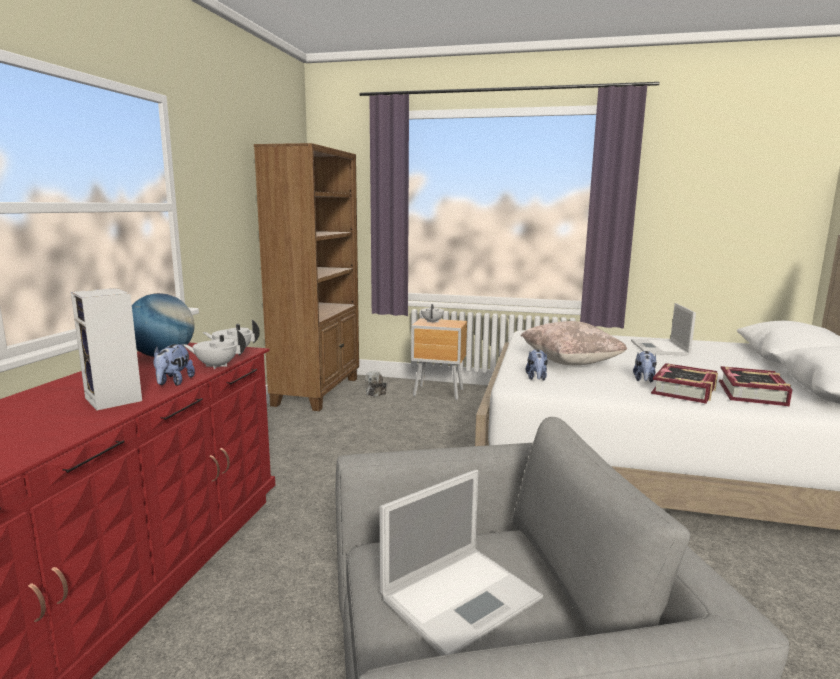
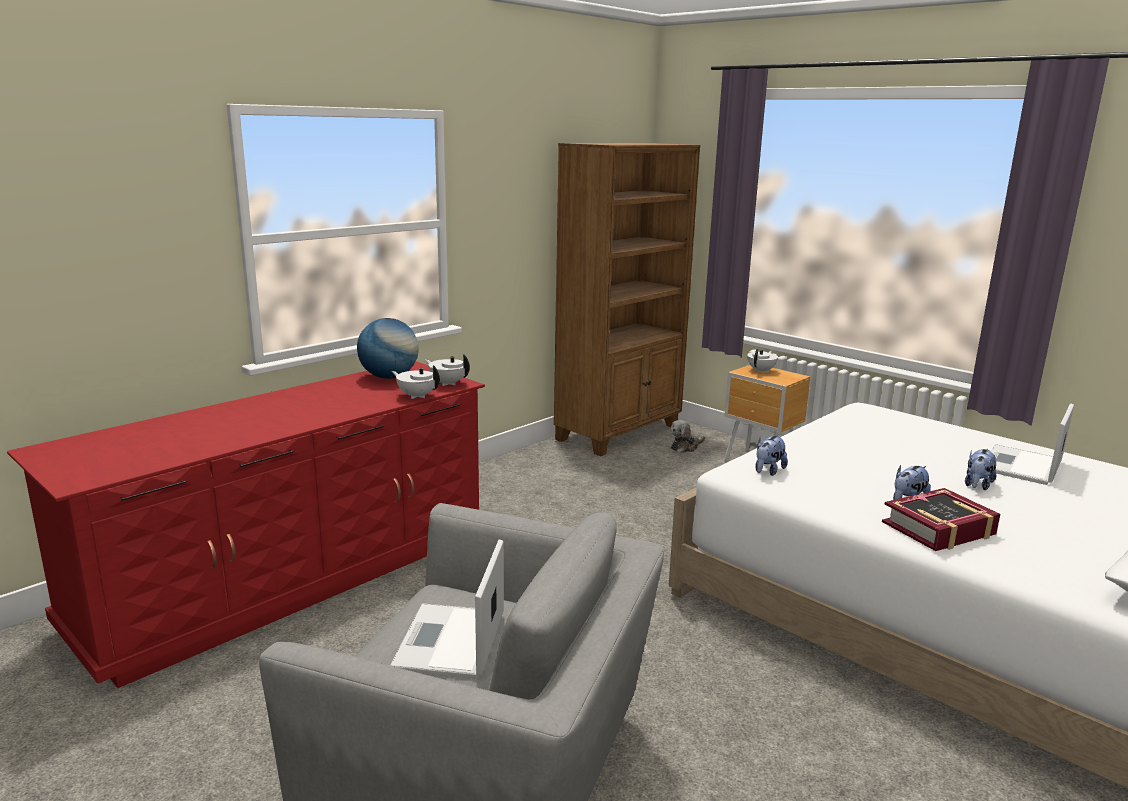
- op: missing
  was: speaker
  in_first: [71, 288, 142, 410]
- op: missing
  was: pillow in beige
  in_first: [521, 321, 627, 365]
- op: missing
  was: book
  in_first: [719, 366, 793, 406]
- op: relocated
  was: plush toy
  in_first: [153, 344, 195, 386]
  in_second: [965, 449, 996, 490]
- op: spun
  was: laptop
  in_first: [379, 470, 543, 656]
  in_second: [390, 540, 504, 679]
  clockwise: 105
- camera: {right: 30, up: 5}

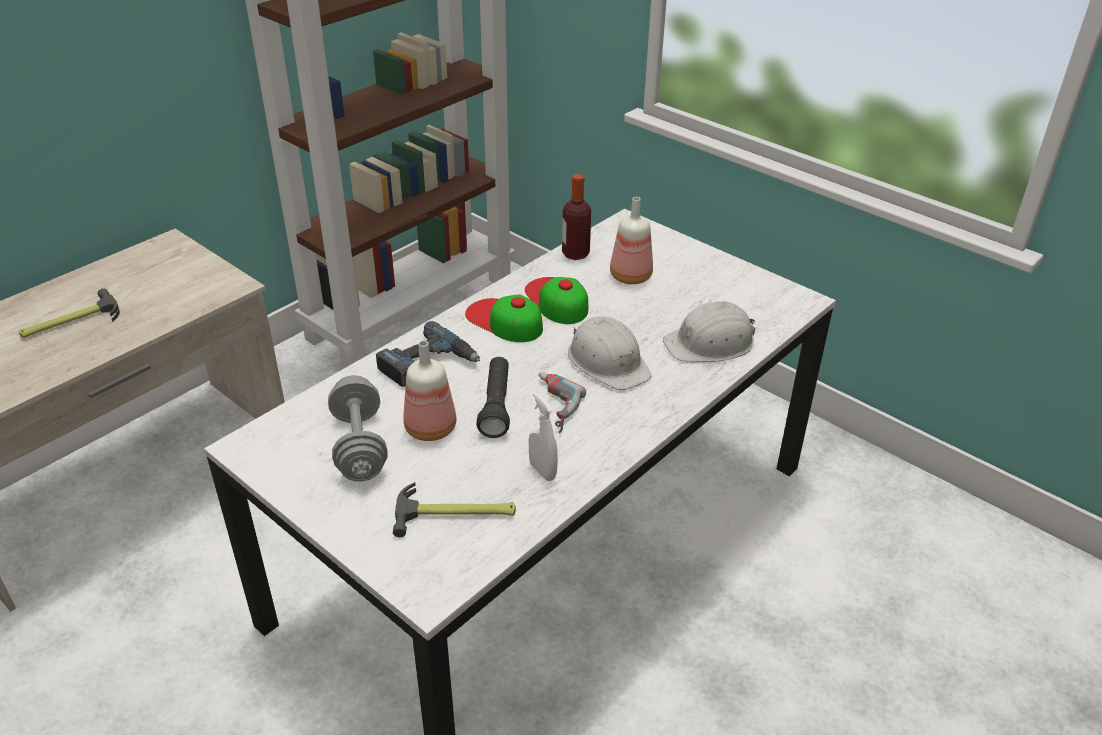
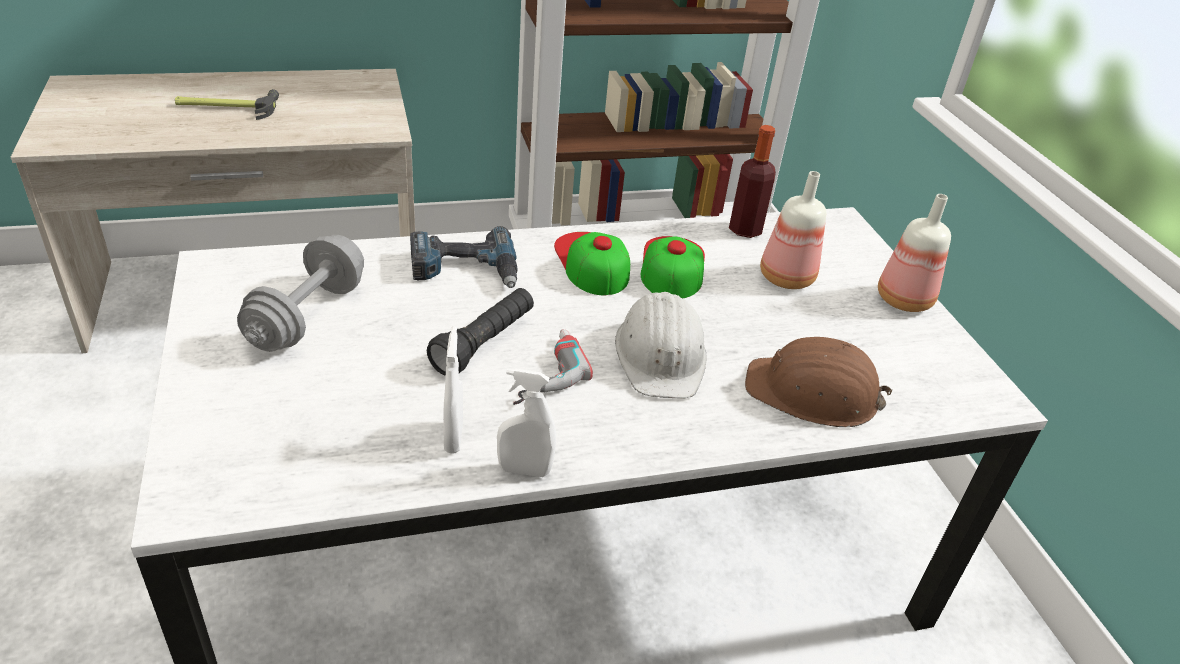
- op: missing
  was: hammer
  in_first: [393, 482, 516, 537]
- op: appeared
  now: spray bottle in white
  in_second: [497, 368, 556, 477]
- op: relocated
  was: bottle
  in_first: [403, 341, 456, 441]
  in_second: [878, 194, 951, 312]
- op: colour
  was: hard hat in white
  now: hard hat in brown
  in_first: [663, 301, 755, 362]
  in_second: [745, 337, 892, 427]
- camera: {right: 30, up: 0}

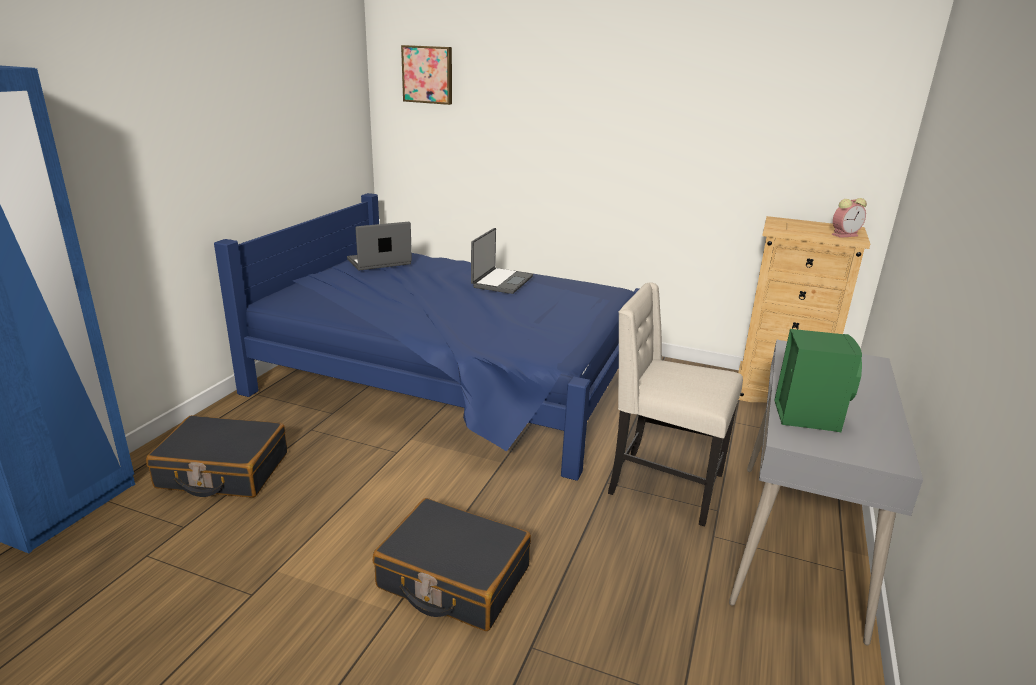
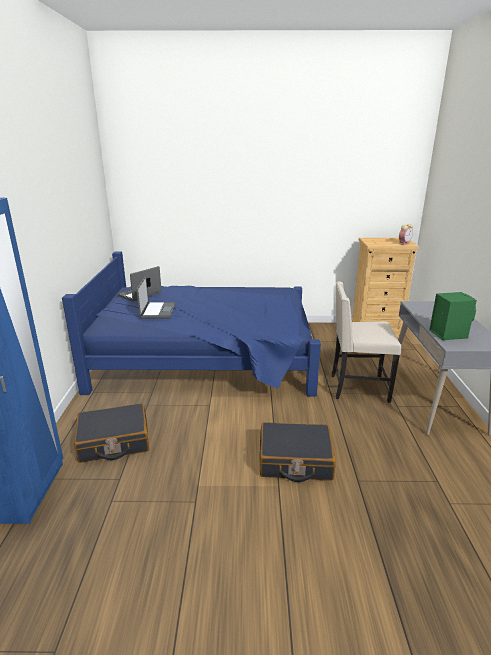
- op: missing
  was: picture
  in_first: [401, 45, 452, 105]
- op: relocated
  was: laptop
  in_first: [471, 228, 533, 294]
  in_second: [136, 277, 176, 319]
- camera: {right: -20, up: 0}

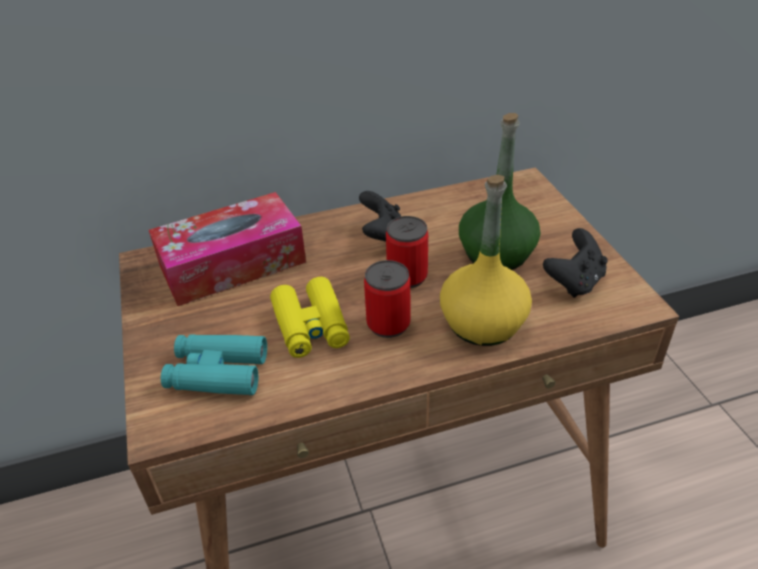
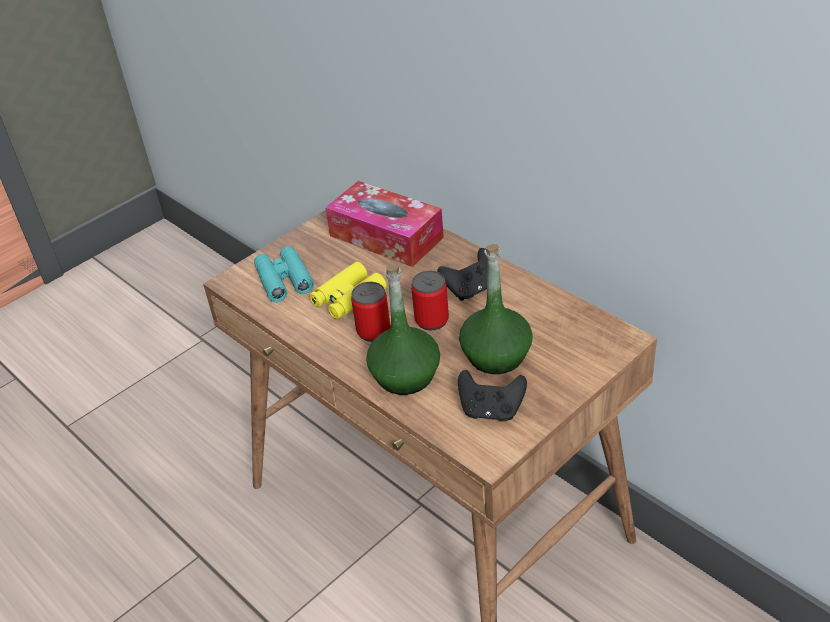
- op: colour
  was: bottle in yellow
  now: bottle in green
  in_first: [440, 175, 532, 346]
  in_second: [366, 265, 440, 395]
- camera: {right: 65, up: 0}

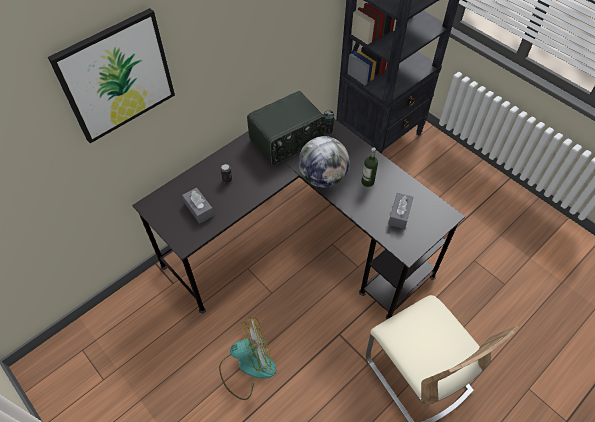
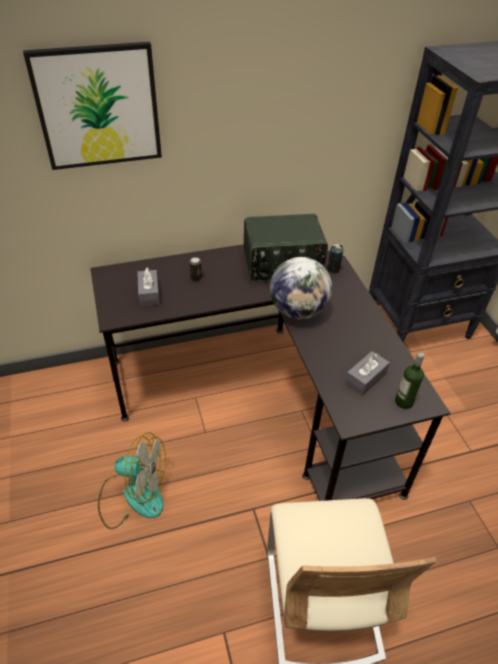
- op: relocated
  was: bottle
  in_first: [362, 147, 378, 187]
  in_second: [395, 352, 424, 409]
- camera: {right: 25, up: -10}

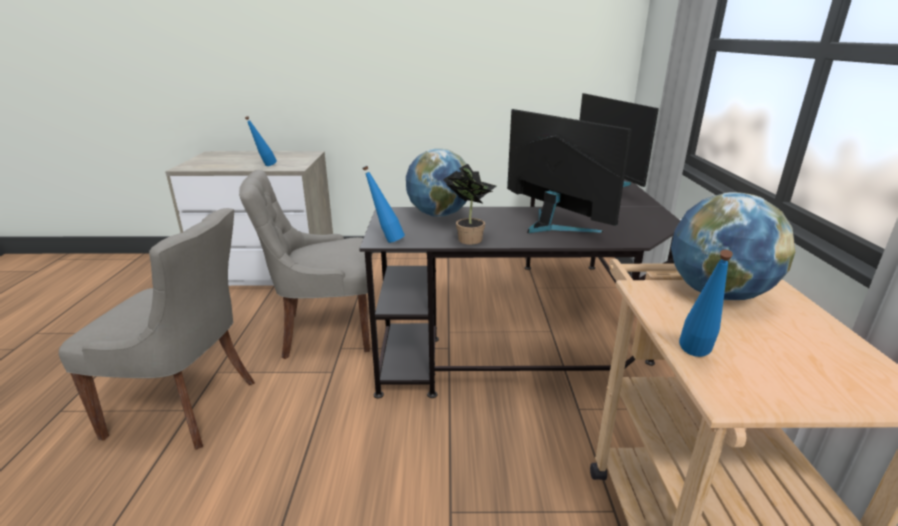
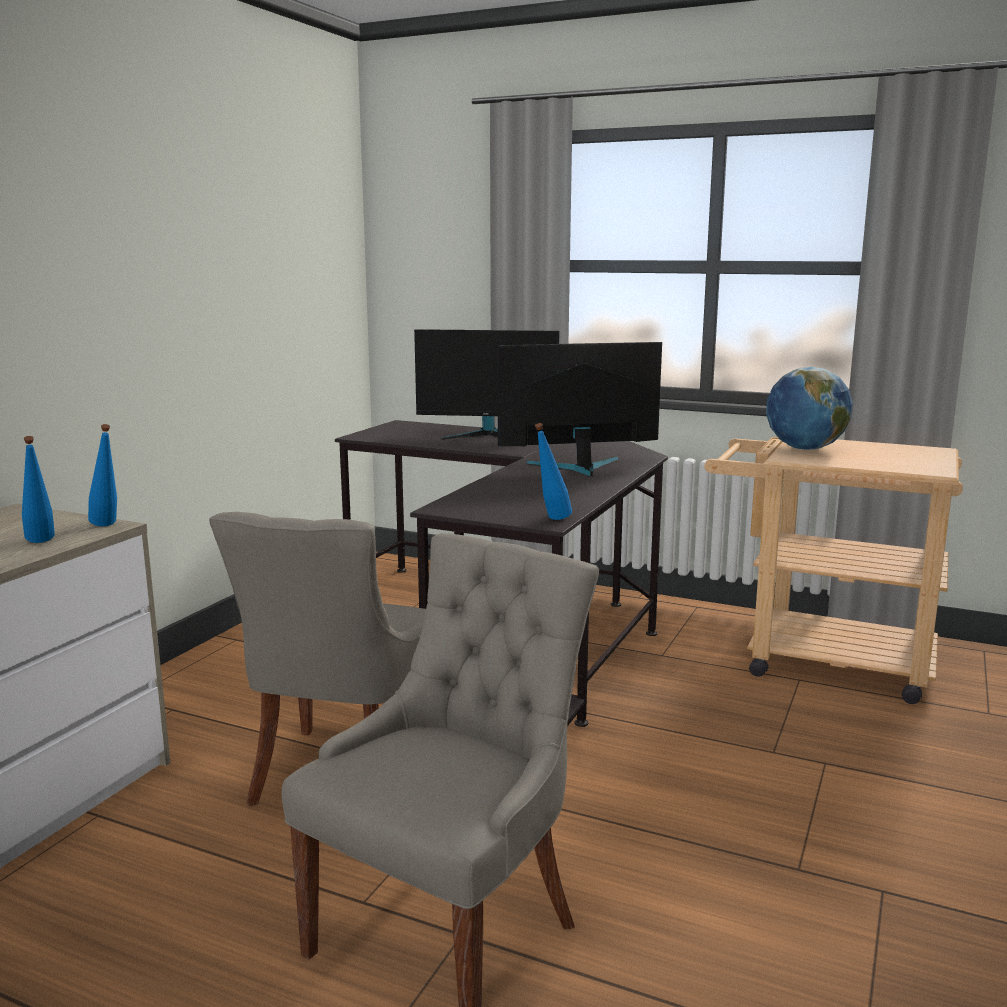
- op: missing
  was: globe
  in_first: [406, 149, 467, 217]
- op: missing
  was: potted plant
  in_first: [443, 164, 496, 245]
- op: relocated
  was: bottle in blue
  in_first: [679, 250, 733, 357]
  in_second: [88, 424, 117, 526]
- camera: {right: -65, up: -10}

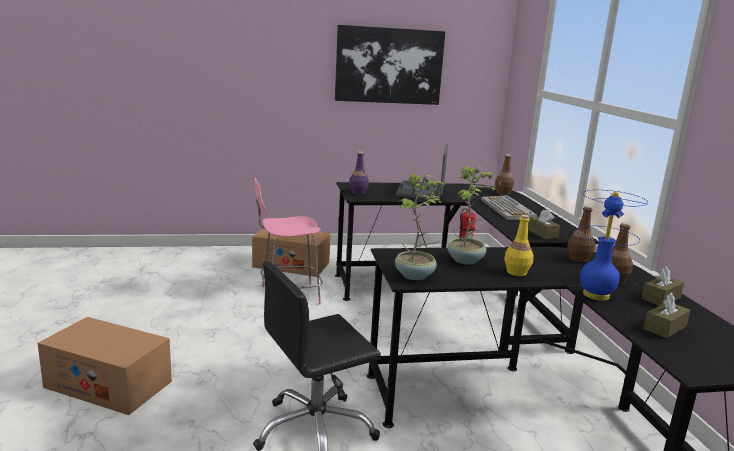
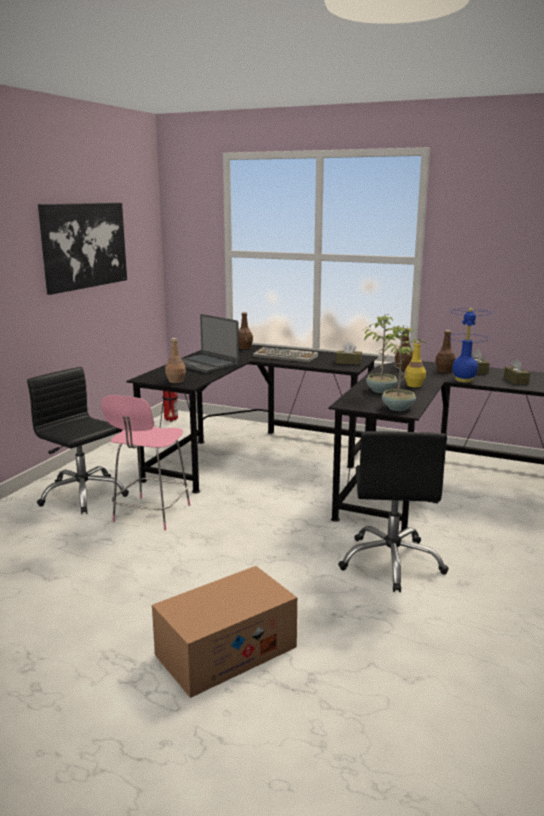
- op: exchanged
  was: cardboard box
  now: office chair in black
  in_first: [252, 228, 331, 277]
  in_second: [27, 367, 129, 514]
- op: colour
  was: bottle in purple
  now: bottle in brown
  in_first: [349, 152, 369, 195]
  in_second: [165, 338, 186, 383]
- camera: {right: -55, up: 0}

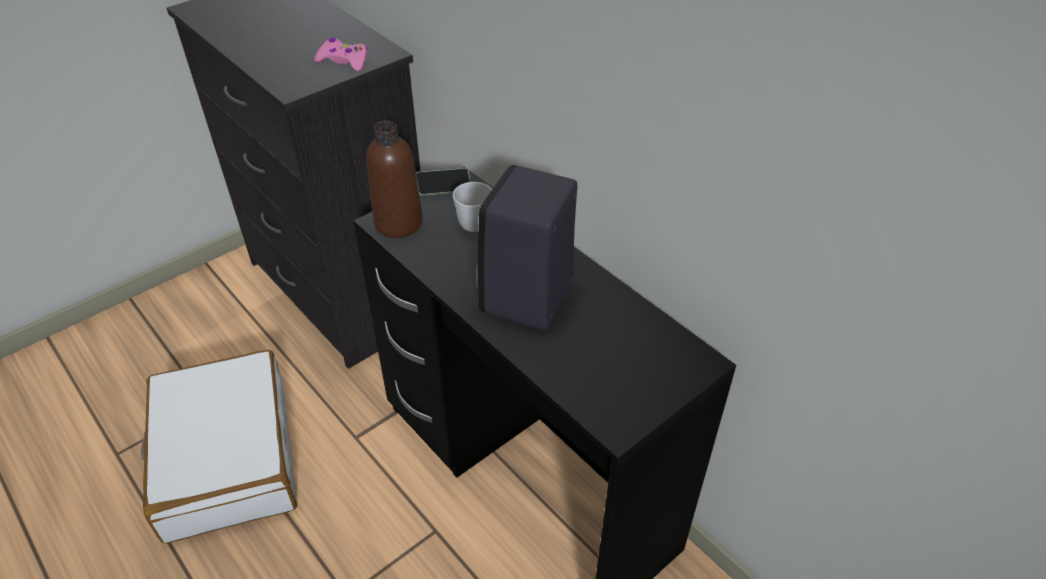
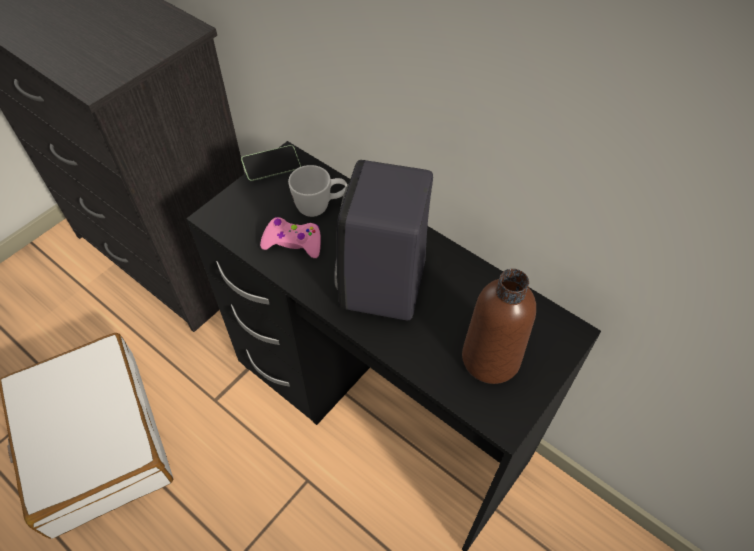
- op: relocated
  was: game controller in pink
  in_first: [314, 37, 367, 72]
  in_second: [260, 217, 321, 258]
- op: relocated
  was: bottle in brown
  in_first: [366, 121, 423, 238]
  in_second: [462, 269, 536, 384]
- camera: {right: -10, up: 10}

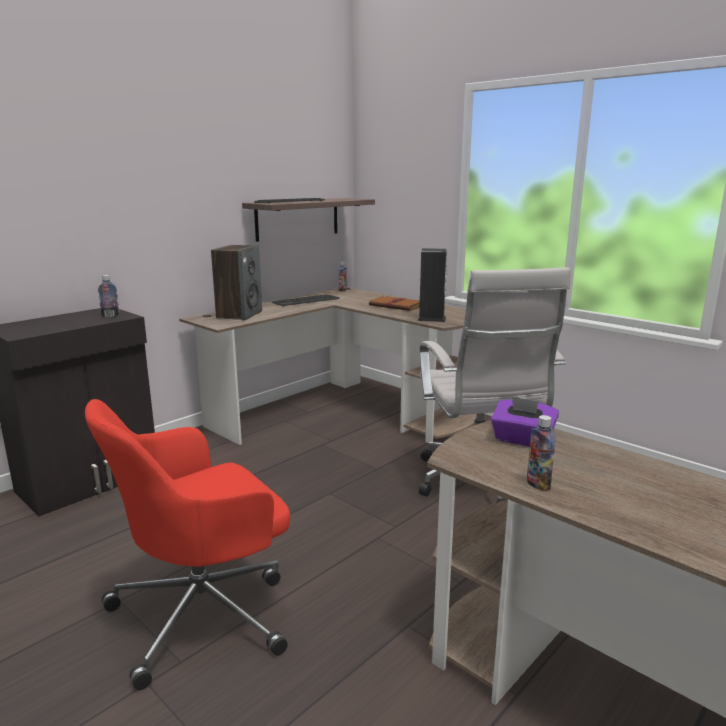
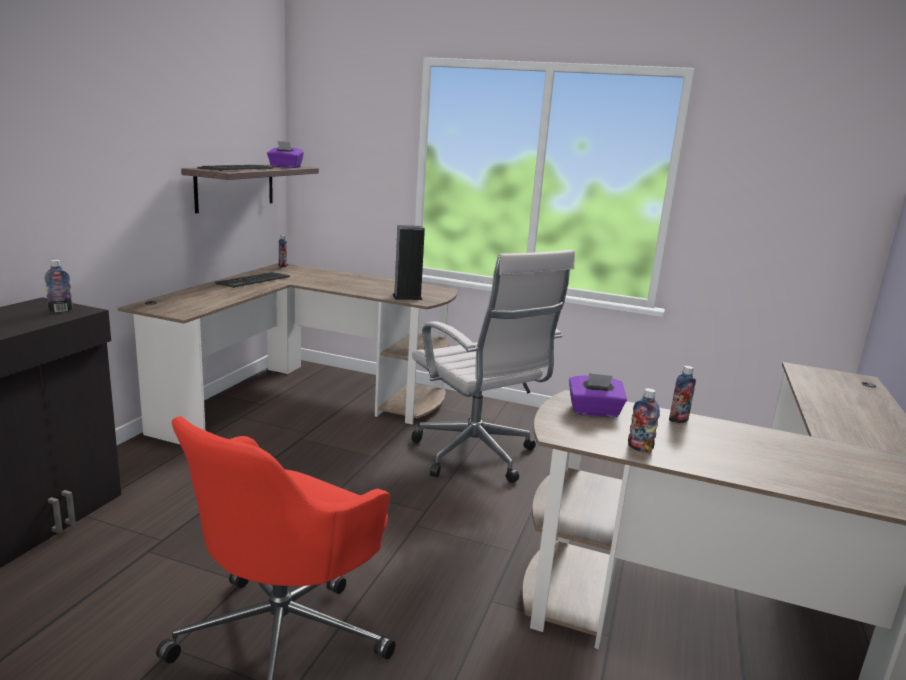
- op: missing
  was: speaker
  in_first: [211, 245, 262, 321]
- op: missing
  was: book in brown
  in_first: [369, 295, 420, 311]
- op: appeared
  now: tissue box in purple
  in_second: [267, 141, 304, 168]
- op: appeared
  now: bottle
  in_second: [669, 366, 696, 423]
- camera: {right: -25, up: 0}

